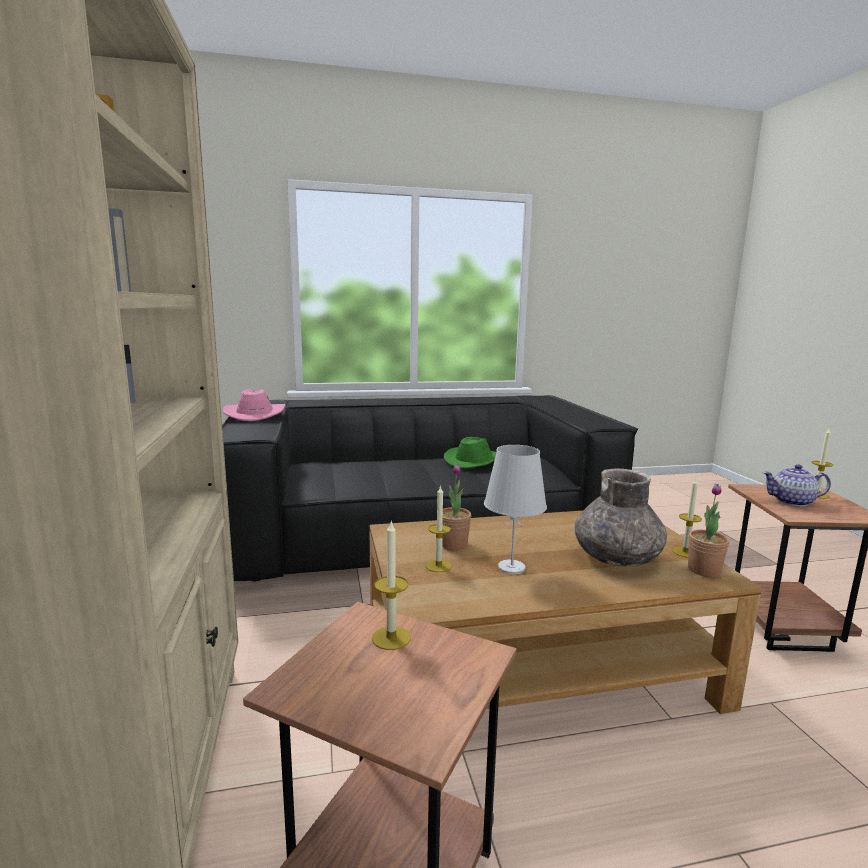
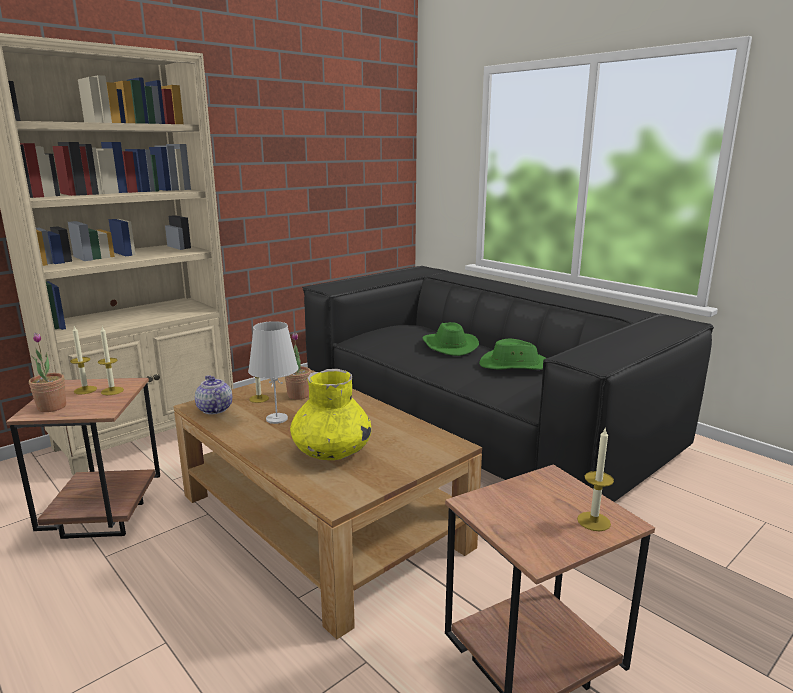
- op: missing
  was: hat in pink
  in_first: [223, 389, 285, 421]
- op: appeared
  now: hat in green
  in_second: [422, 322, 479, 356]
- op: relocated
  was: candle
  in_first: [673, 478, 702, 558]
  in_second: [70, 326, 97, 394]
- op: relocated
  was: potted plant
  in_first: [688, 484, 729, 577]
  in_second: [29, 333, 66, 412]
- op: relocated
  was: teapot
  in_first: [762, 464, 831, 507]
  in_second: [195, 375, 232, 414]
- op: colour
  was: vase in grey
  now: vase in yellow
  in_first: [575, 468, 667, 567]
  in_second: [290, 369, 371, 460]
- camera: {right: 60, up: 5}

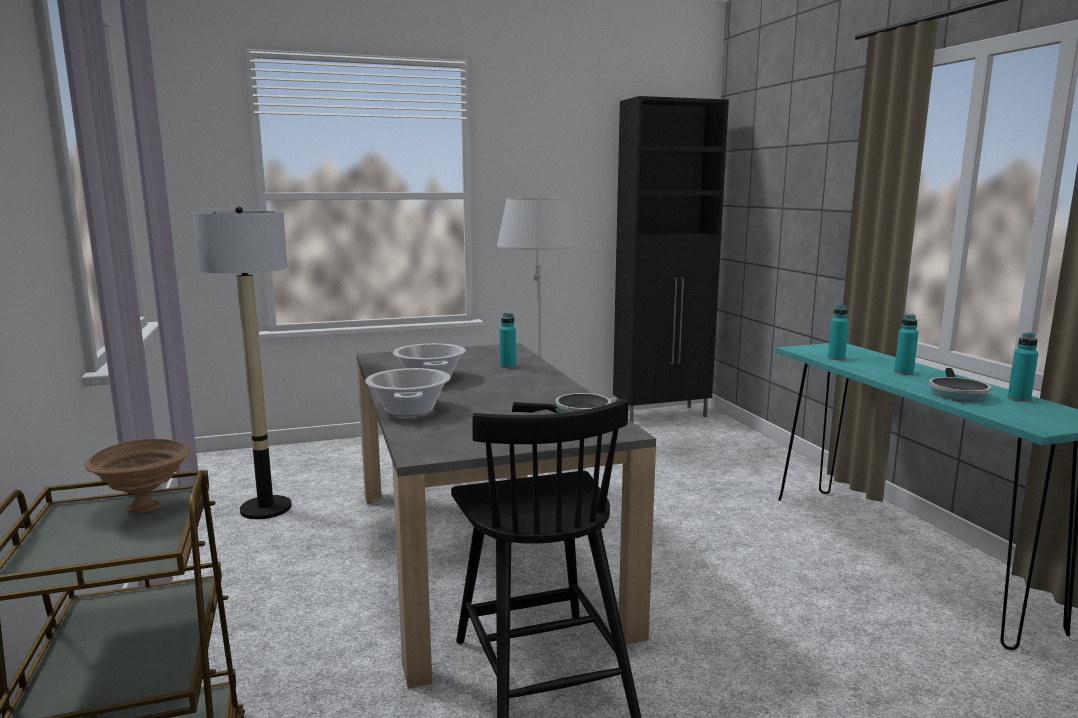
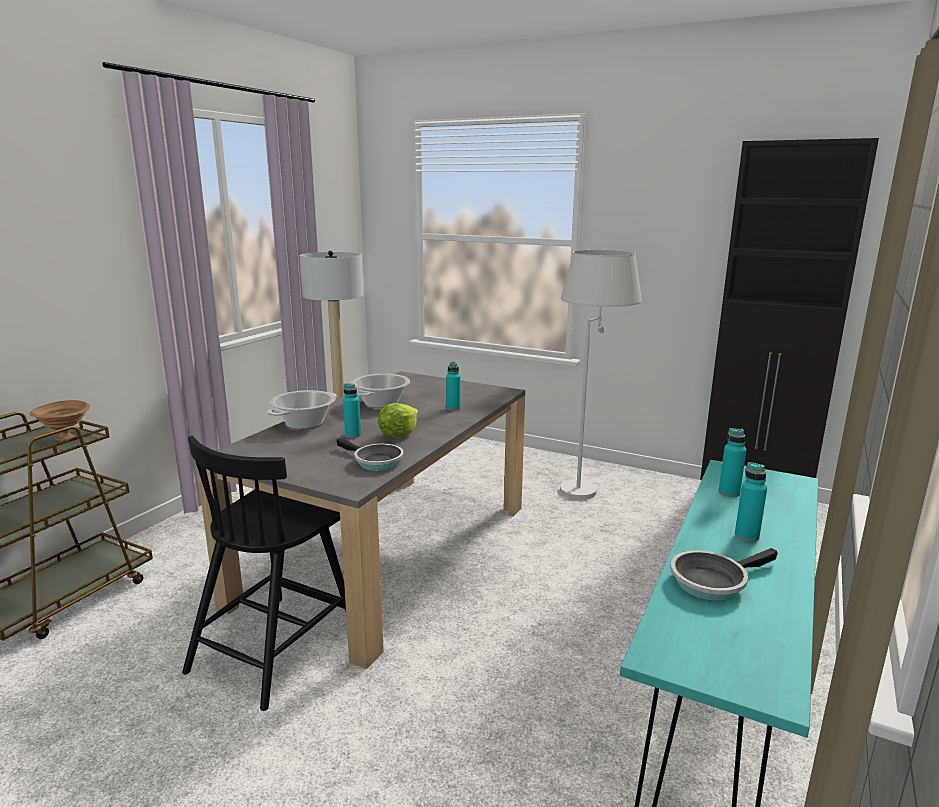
- op: appeared
  now: lettuce
  in_second: [378, 403, 419, 437]
- op: relocated
  was: bottle in turquoise
  in_first: [1007, 332, 1038, 402]
  in_second: [343, 383, 361, 438]
- camera: {right: 45, up: 5}

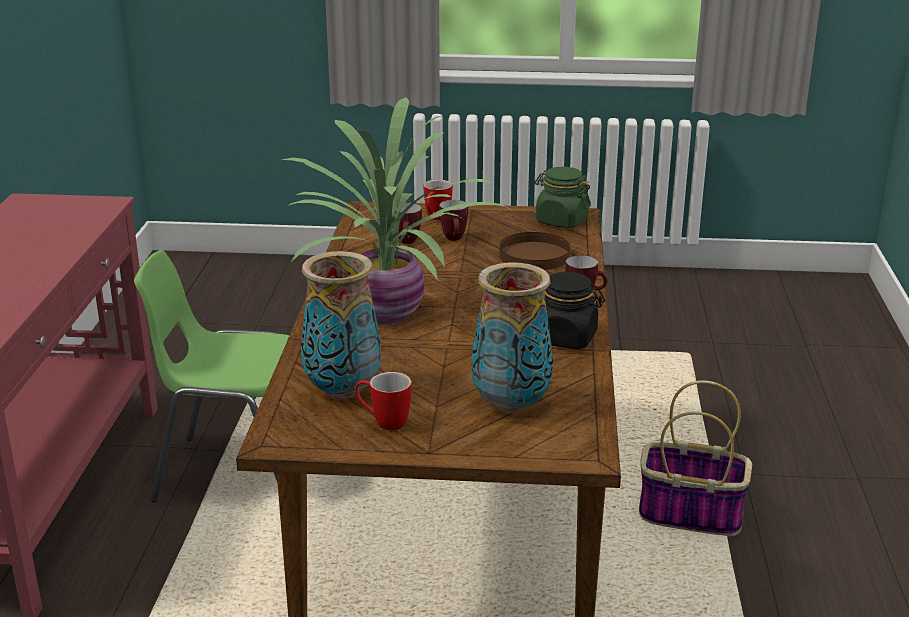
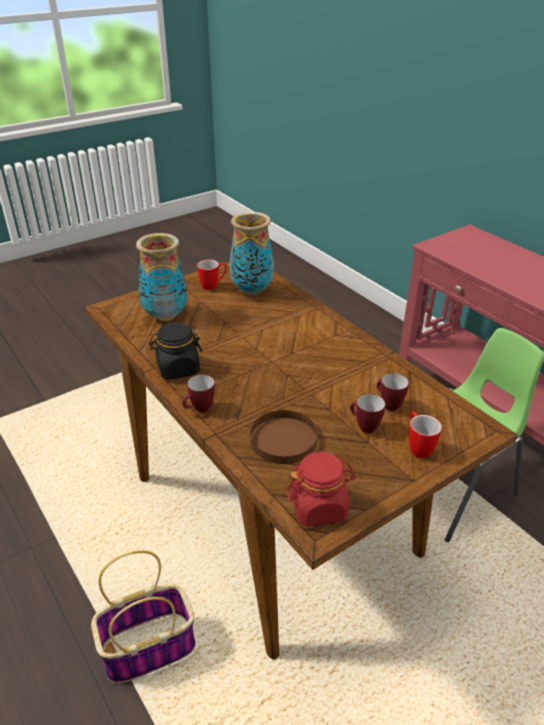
- op: missing
  was: potted plant
  in_first: [282, 97, 508, 324]
- op: colour
  was: jar in green
  now: jar in red
  in_first: [535, 167, 591, 228]
  in_second: [287, 452, 356, 527]
- camera: {right: 140, up: 10}

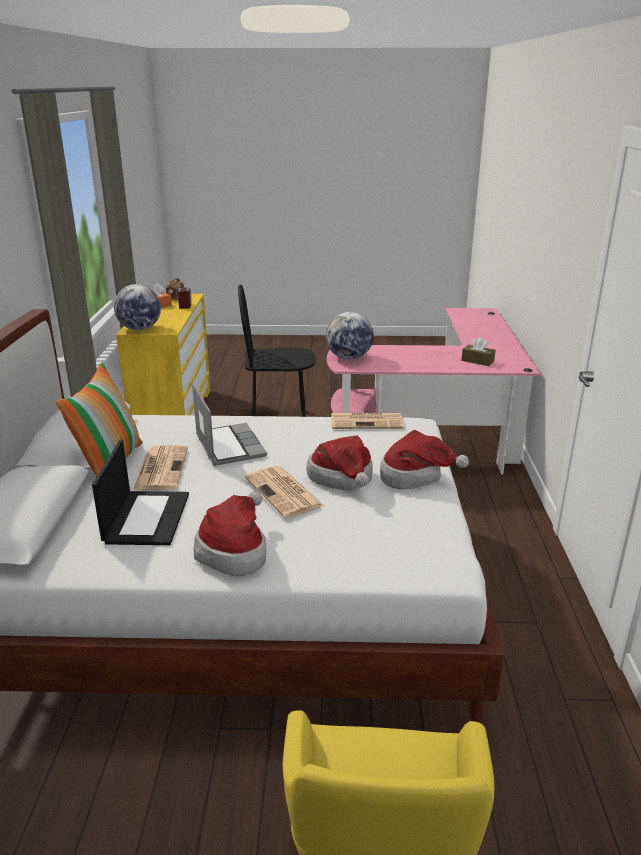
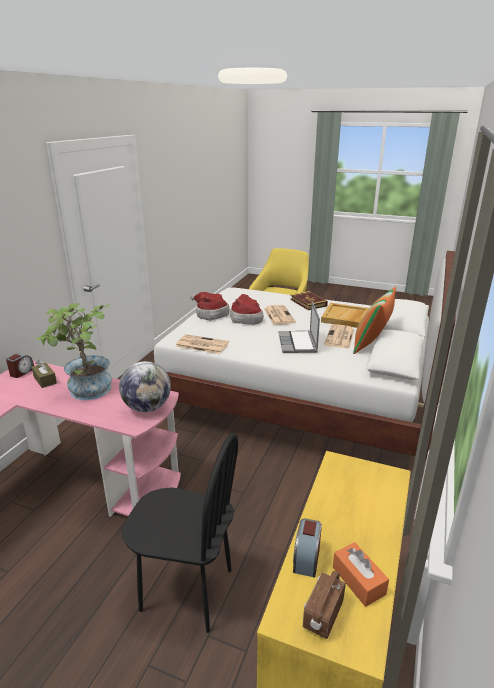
- op: missing
  was: globe
  in_first: [114, 284, 161, 330]
- op: appeared
  now: alarm clock
  in_second: [6, 353, 34, 378]
- op: appeared
  now: potted plant
  in_second: [36, 303, 112, 400]
- op: exchanged
  was: laptop
  now: tray in beige
  in_first: [92, 439, 189, 545]
  in_second: [321, 303, 369, 328]
- op: exchanged
  was: hat
  now: book
  in_first: [194, 492, 266, 576]
  in_second: [290, 291, 328, 310]
- camera: {right: -160, up: 0}

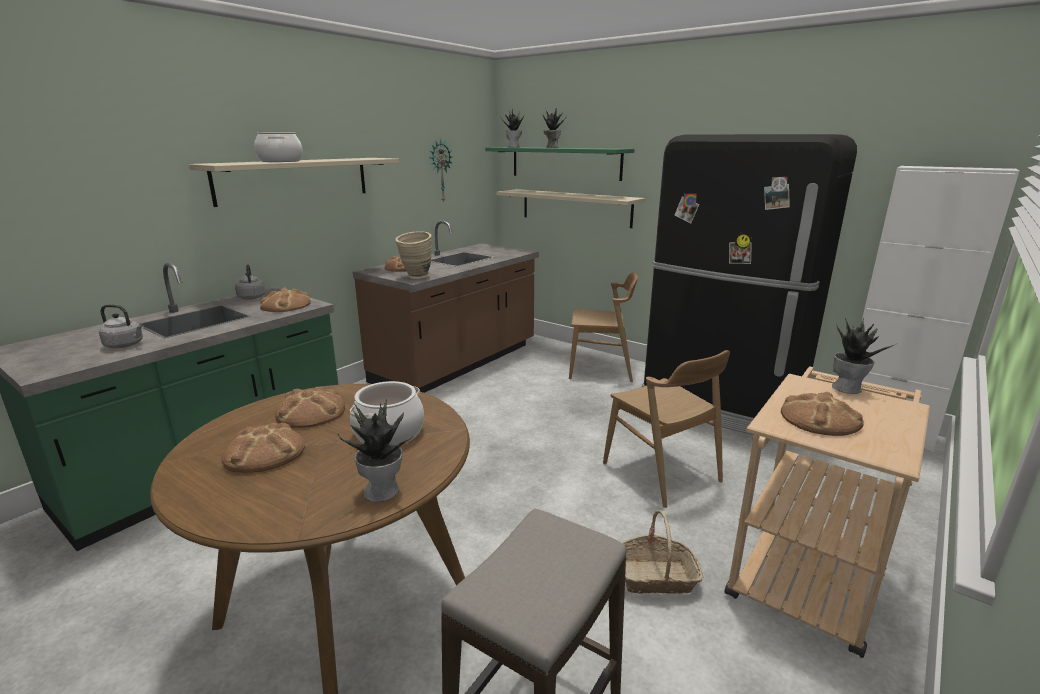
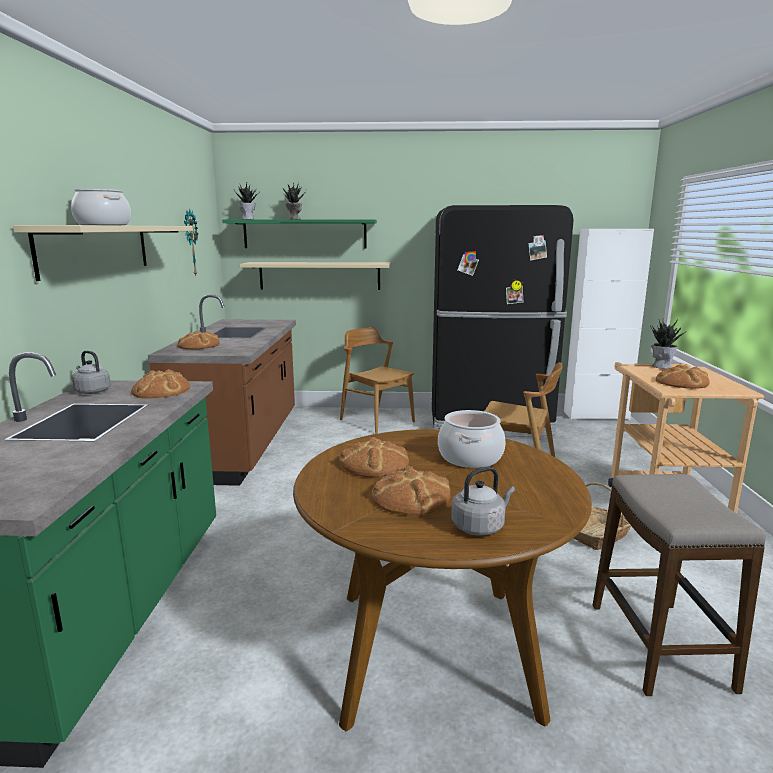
- op: missing
  was: potted plant
  in_first: [337, 398, 411, 502]
- op: missing
  was: vase in beige
  in_first: [395, 232, 432, 279]
- op: relocated
  was: kettle in grey
  in_first: [99, 304, 144, 348]
  in_second: [451, 466, 515, 536]
- op: spun
  was: chair in brown
  in_first: [569, 272, 638, 382]
  in_second: [340, 327, 415, 434]
  clockwise: -105
- camera: {right: -35, up: -5}

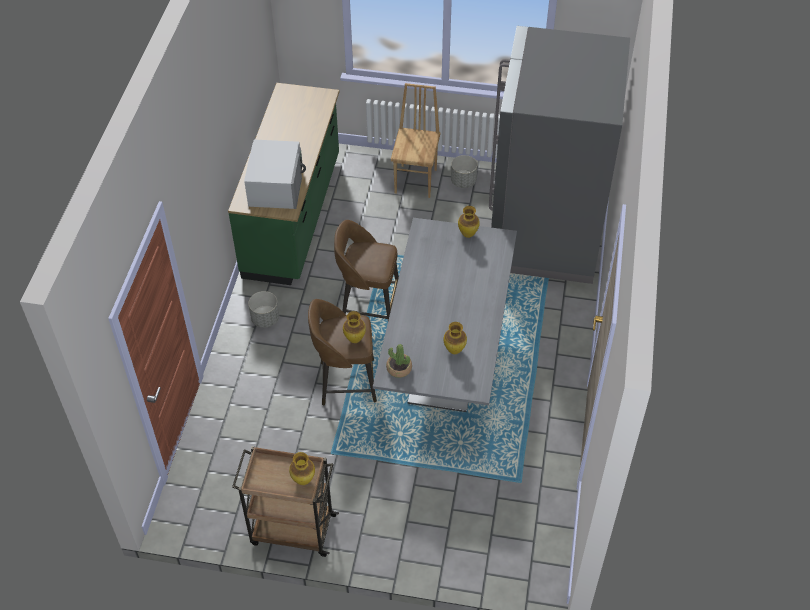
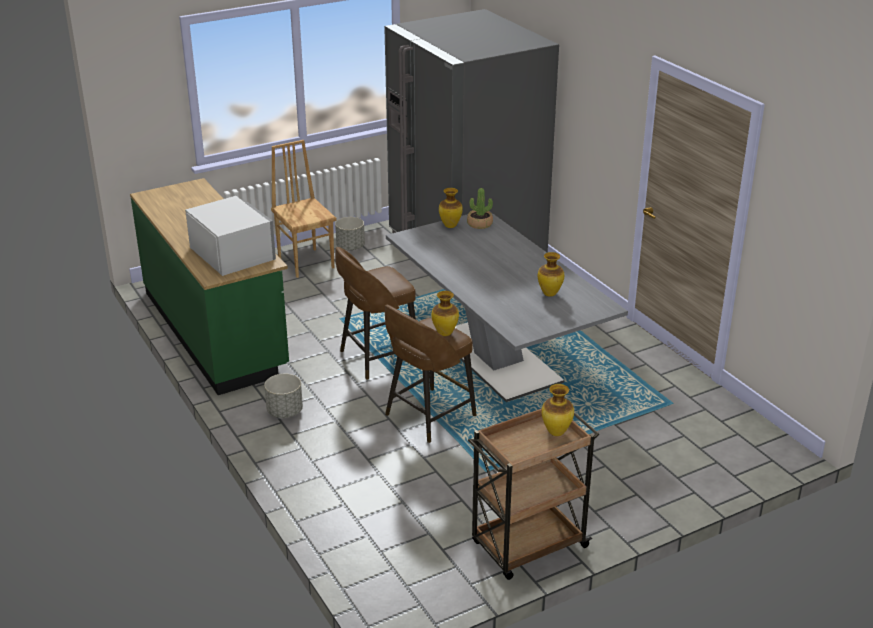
- op: relocated
  was: potted plant
  in_first: [386, 344, 412, 378]
  in_second: [467, 188, 493, 229]
- camera: {right: -40, up: -20}

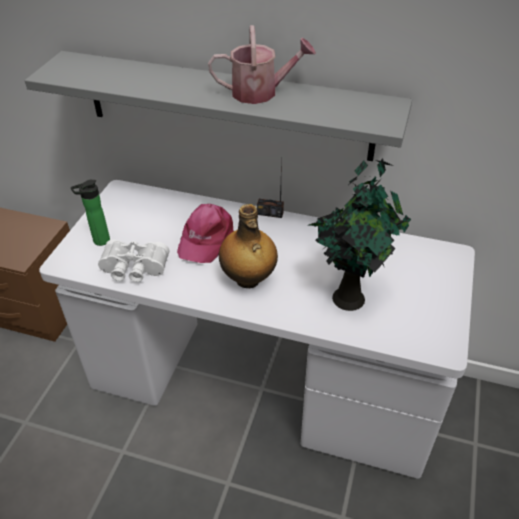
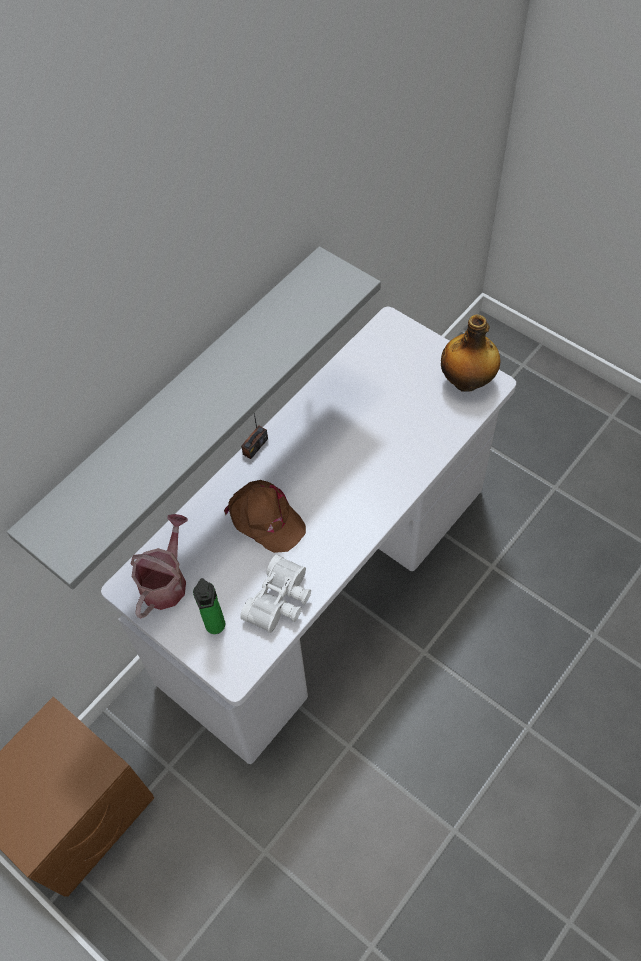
- op: missing
  was: potted plant
  in_first: [309, 158, 411, 311]
- op: relocated
  was: watering can
  in_first: [208, 25, 316, 104]
  in_second: [131, 514, 188, 618]
- op: relocated
  was: bottle
  in_first: [219, 204, 278, 288]
  in_second: [441, 314, 501, 392]
- op: colour
  was: cap in pink
  now: cap in brown
  in_first: [177, 204, 234, 263]
  in_second: [224, 480, 306, 553]
- camera: {right: -65, up: 15}

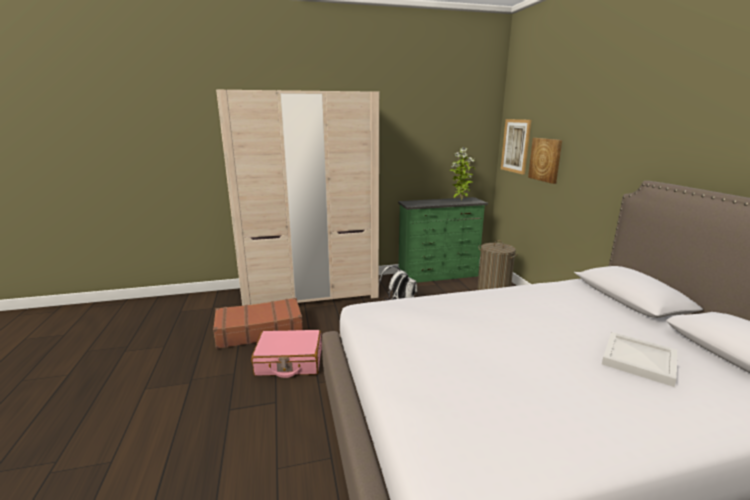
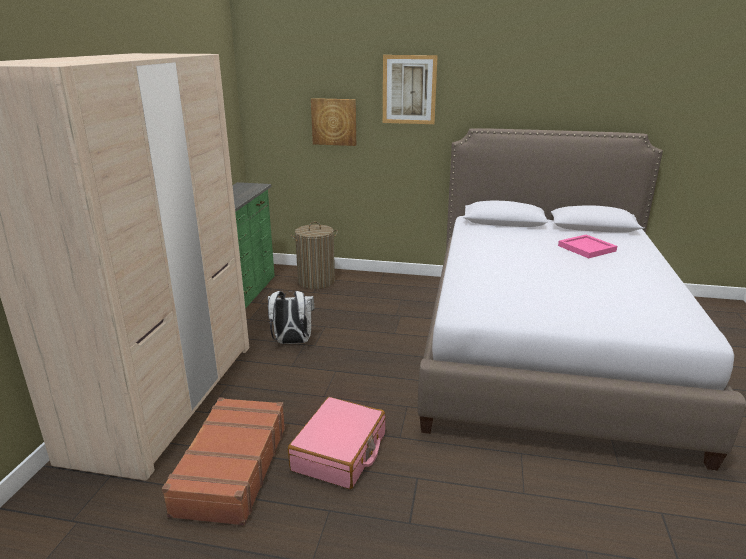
- op: missing
  was: potted plant
  in_first: [450, 147, 475, 201]
- op: relocated
  was: picture
  in_first: [501, 119, 531, 175]
  in_second: [383, 55, 438, 124]
- op: colour
  was: tray in white
  now: tray in pink
  in_first: [602, 332, 677, 387]
  in_second: [558, 235, 617, 258]
- camera: {right: -65, up: 5}

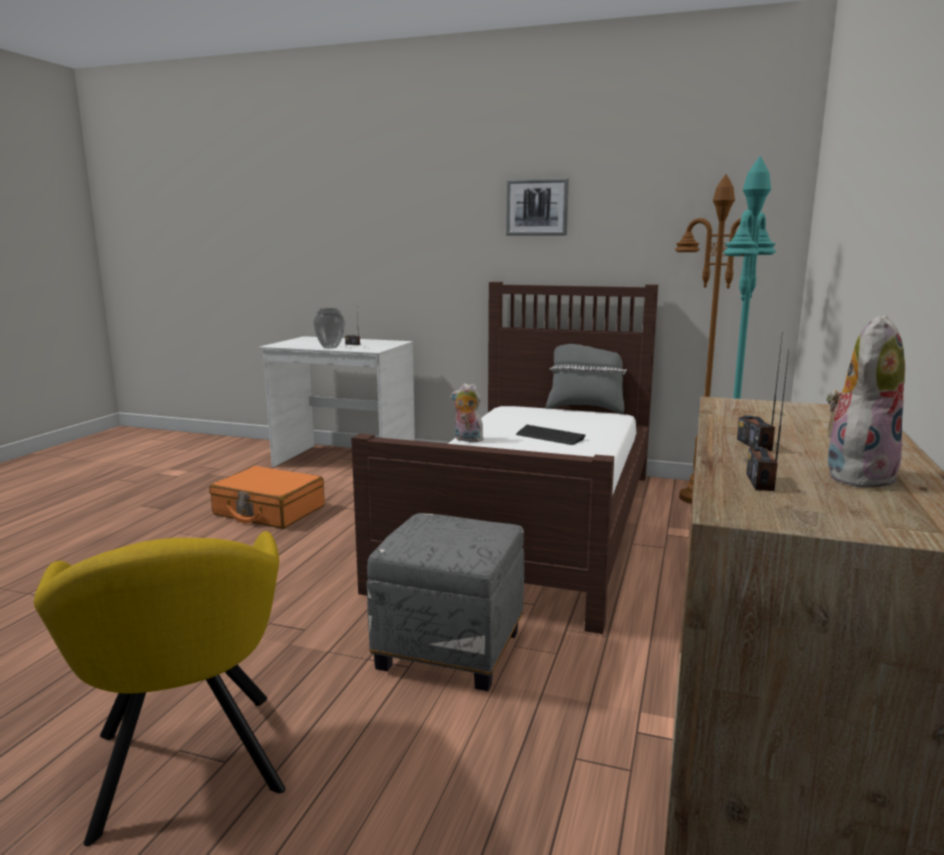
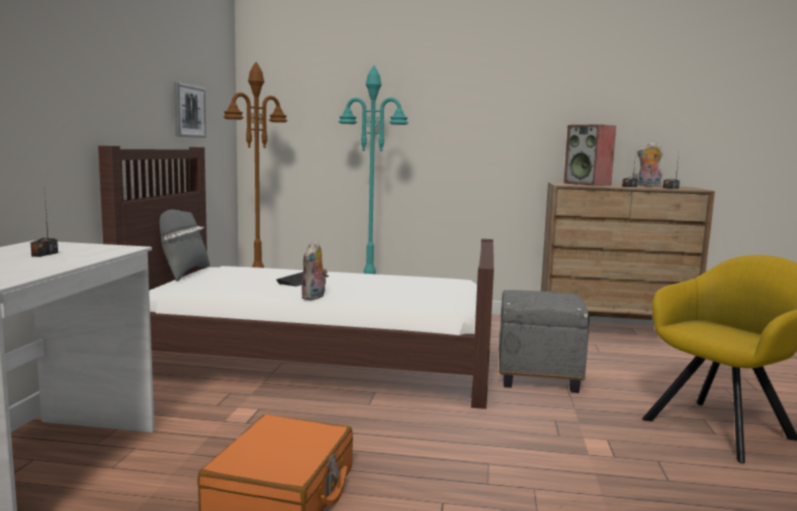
- op: missing
  was: vase
  in_first: [313, 308, 345, 349]
- op: appeared
  now: speaker
  in_second: [564, 124, 616, 186]
- op: relocated
  was: picture
  in_first: [506, 178, 569, 236]
  in_second: [174, 82, 206, 138]
- camera: {right: -100, up: -5}

